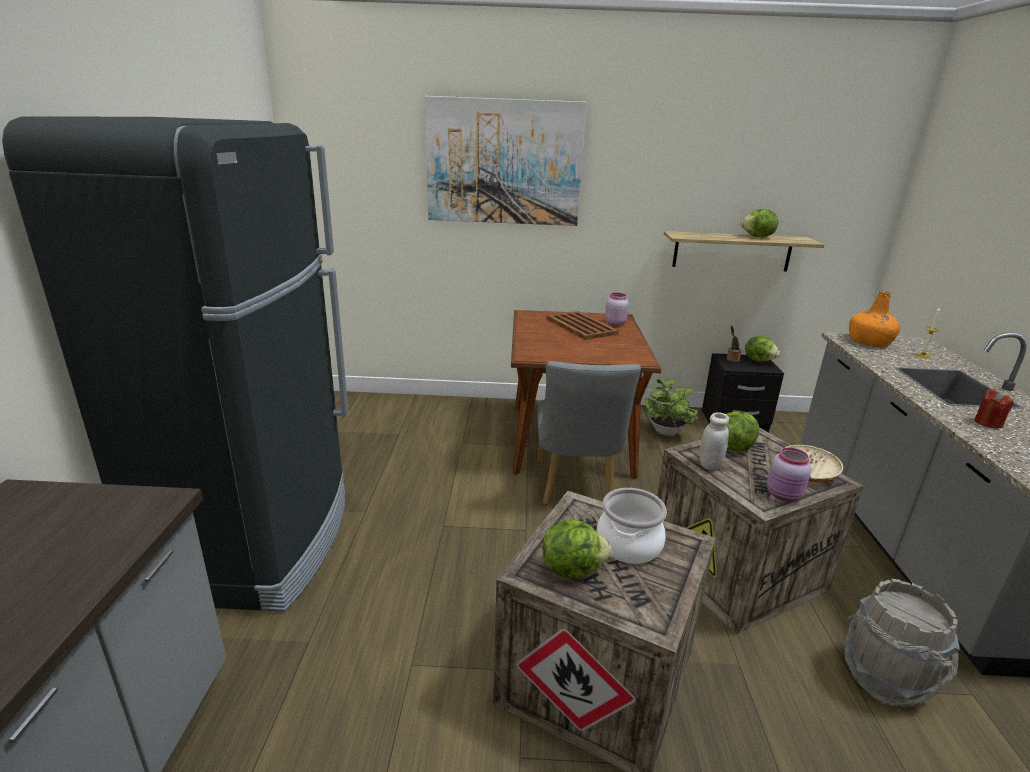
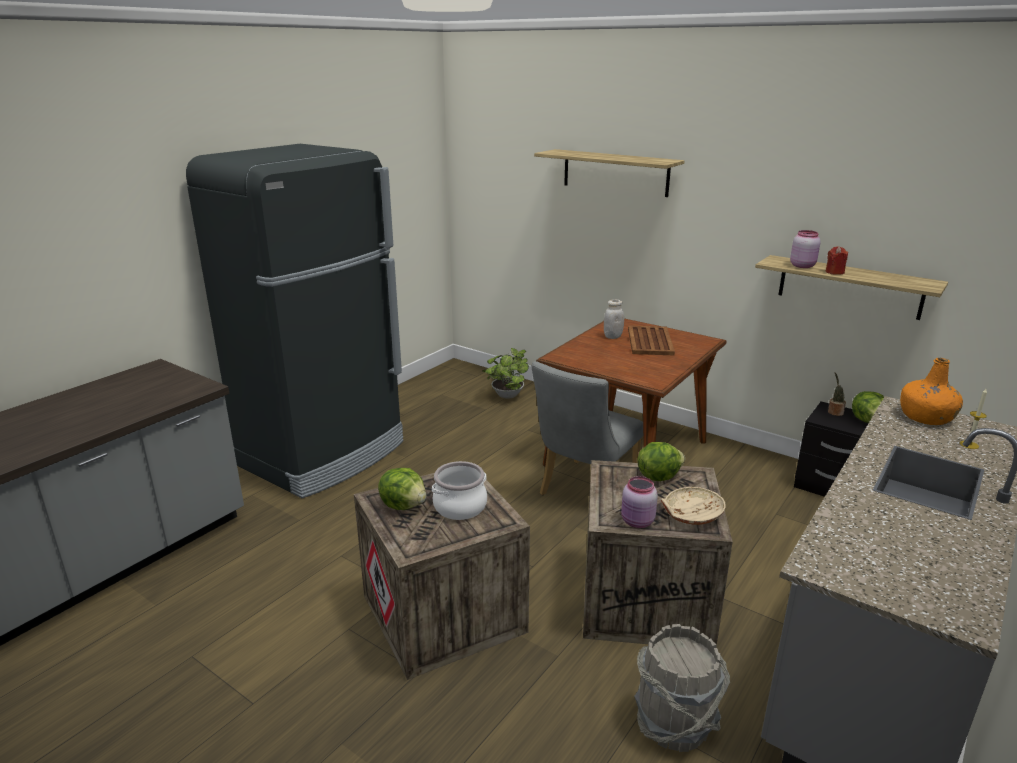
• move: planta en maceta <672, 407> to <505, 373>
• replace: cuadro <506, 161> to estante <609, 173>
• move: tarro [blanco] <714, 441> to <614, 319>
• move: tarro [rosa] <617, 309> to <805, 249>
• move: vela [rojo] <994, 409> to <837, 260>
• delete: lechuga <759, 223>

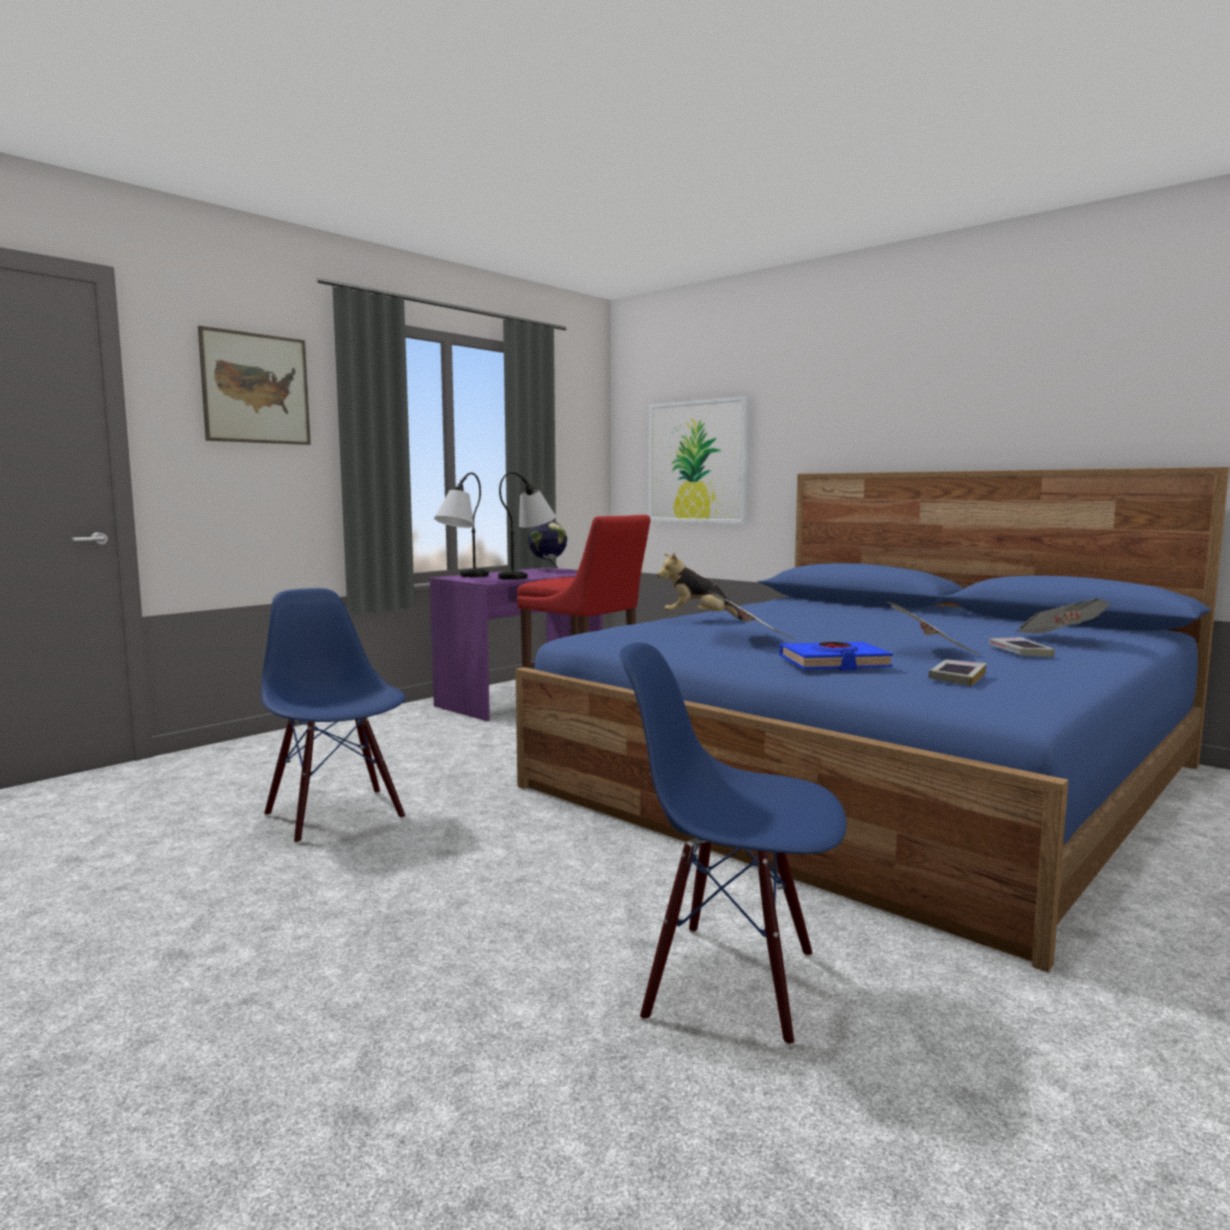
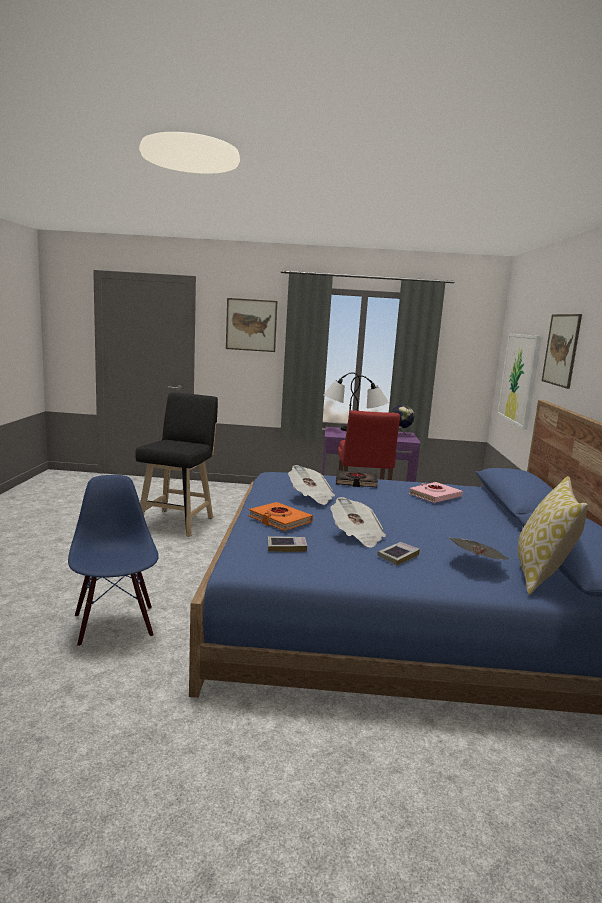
• replace: silla [azul] <333, 716> to taburete [negro] <176, 464>
• recolor: libro [azul] <836, 656> to libro [naranja] <281, 516>
• replace: peluche <700, 586> to libro [negro] <357, 478>
• insert: libro [rosa] <435, 492>
• insert: cojín <553, 535>
• insert: cuadro <562, 351>

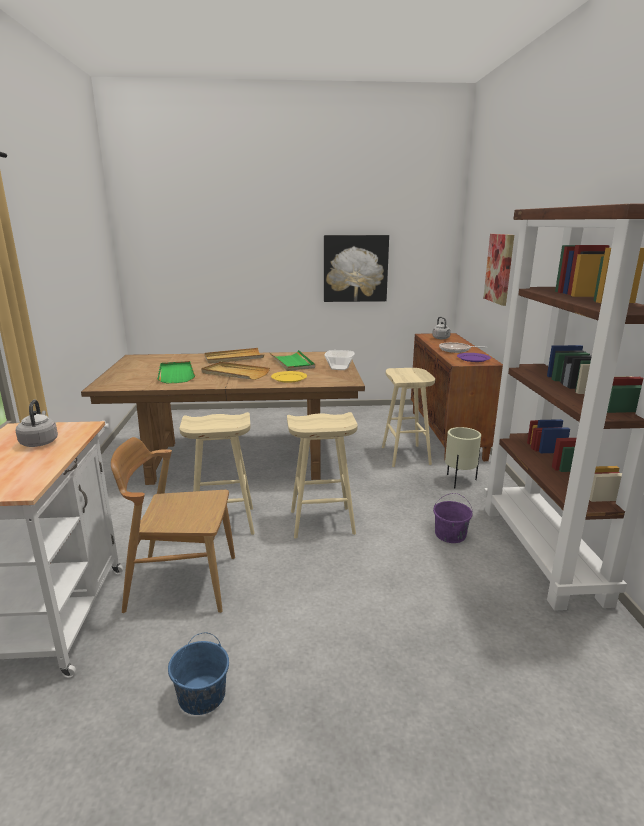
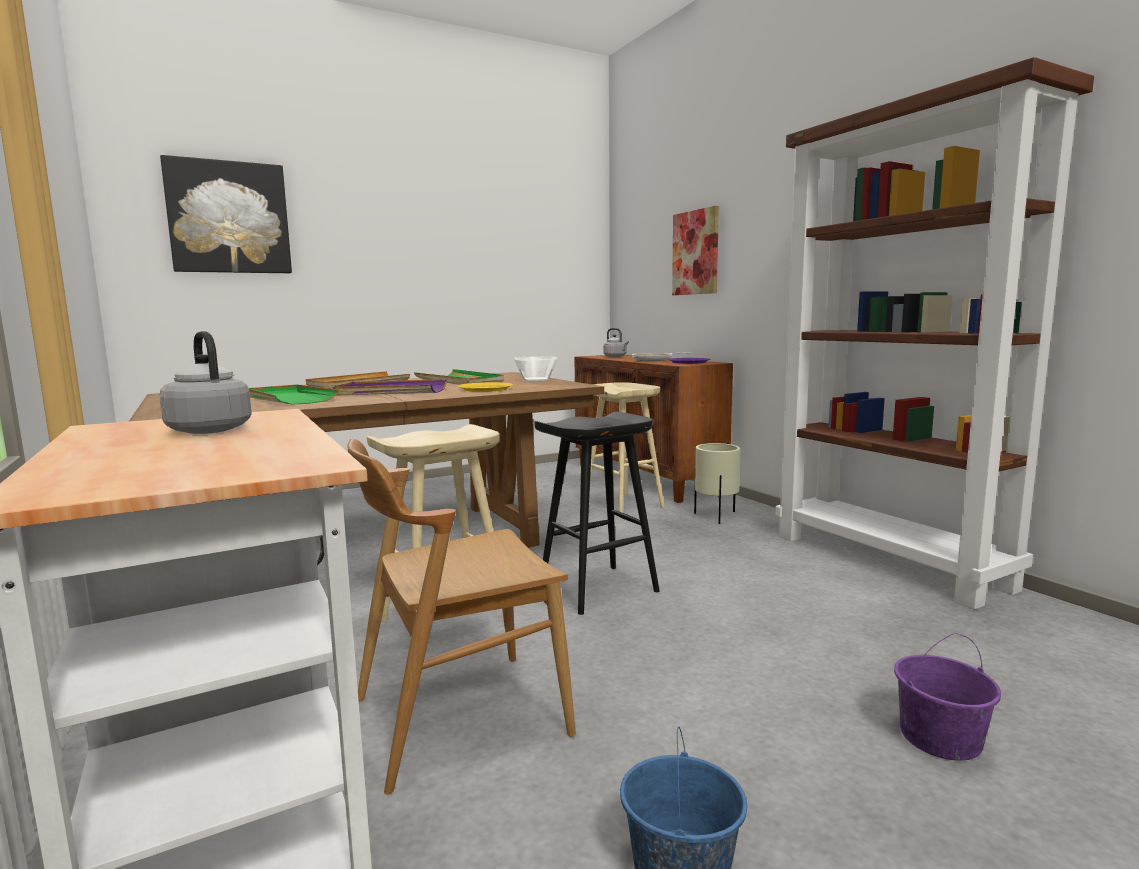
• move: cuadro <356, 268> to <226, 214>
• recolor: bandeja [beis] <235, 371> to bandeja [morado] <389, 387>
• recolor: taburete [beis] <322, 475> to taburete [negro] <596, 513>
• move: cubo [morado] <452, 518> to <947, 697>

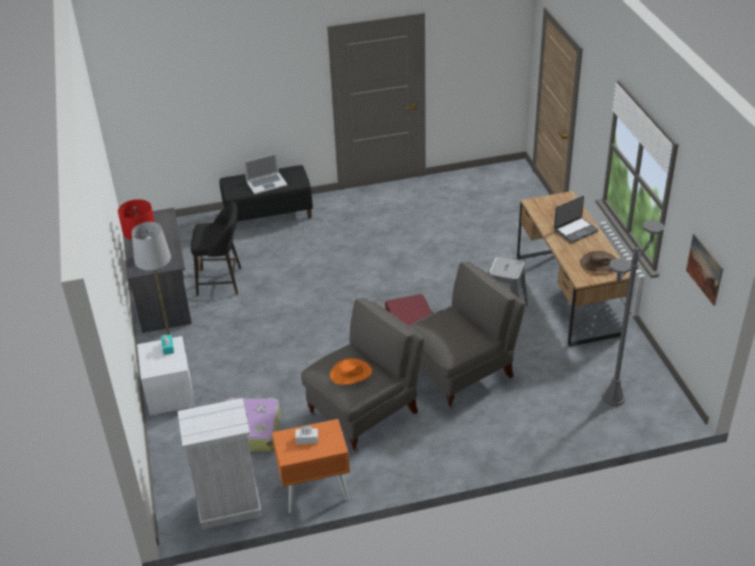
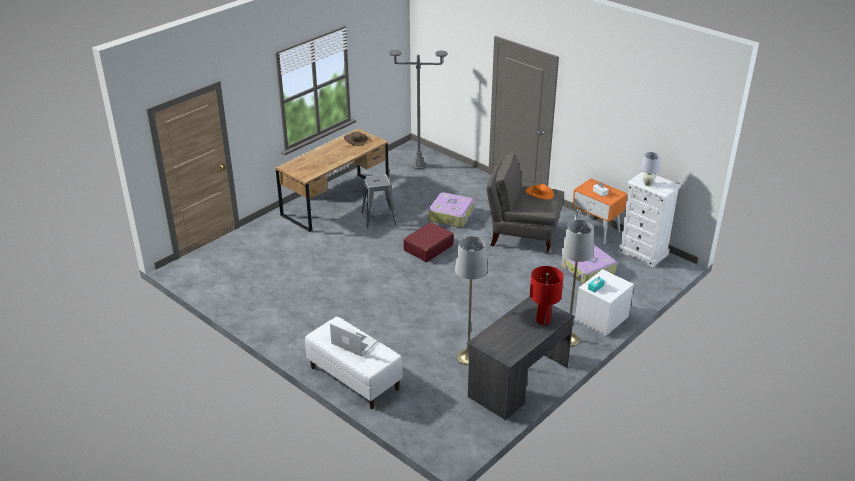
• recolor: banco [negro] <266, 193> to banco [blanco] <354, 362>
• replace: sillón [gris] <467, 335> to maleta <451, 209>
• replace: taburete [negro] <216, 249> to lámpara de pie [gris] <471, 300>
• insert: lámpara de mesa [blanco] <650, 169>
• delete: portátil <576, 219>
• delete: cuadro <704, 270>

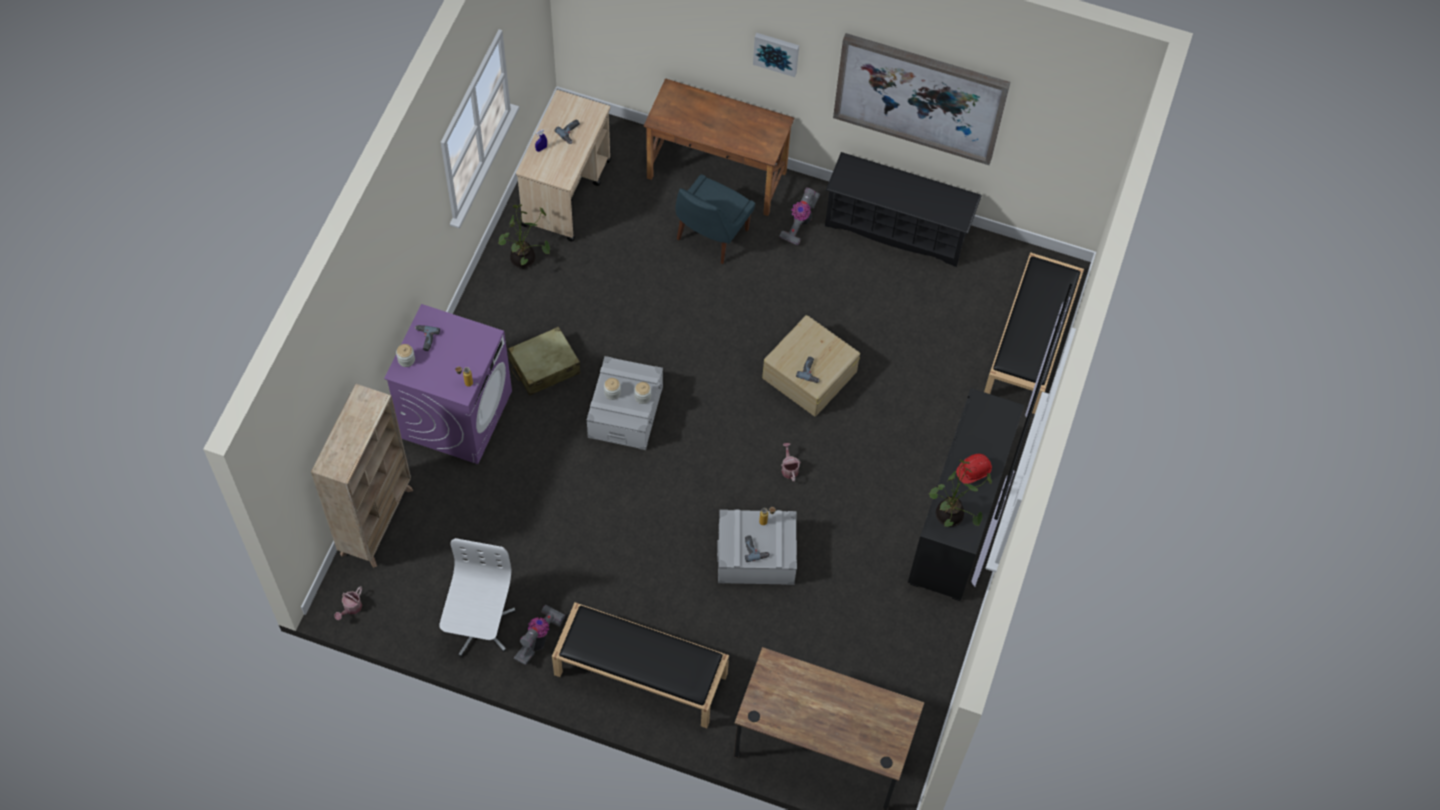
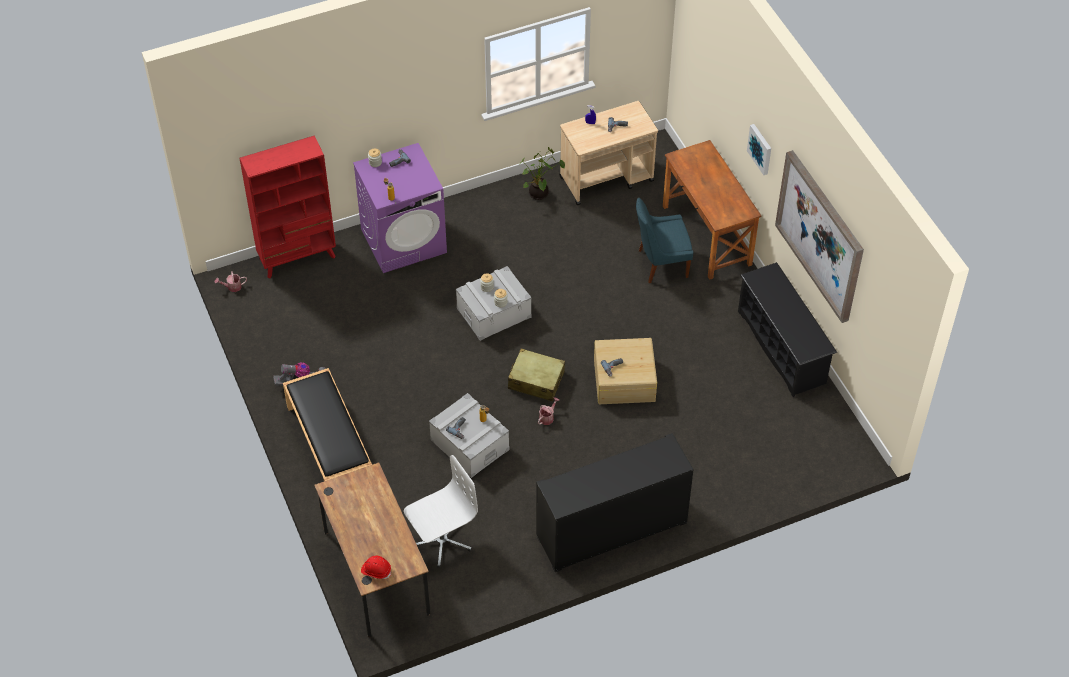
• recolor: estantería [beis] <362, 475> to estantería [rojo] <288, 207>
• move: casco [rojo] <974, 469> to <376, 567>
• move: silla de oficina [blanco] <477, 597> to <441, 511>
• move: maleta [beis] <544, 360> to <536, 374>
• delete: aspiradora <799, 216>
• delete: planta en maceta <960, 493>
• delete: banco [negro] <1034, 333>

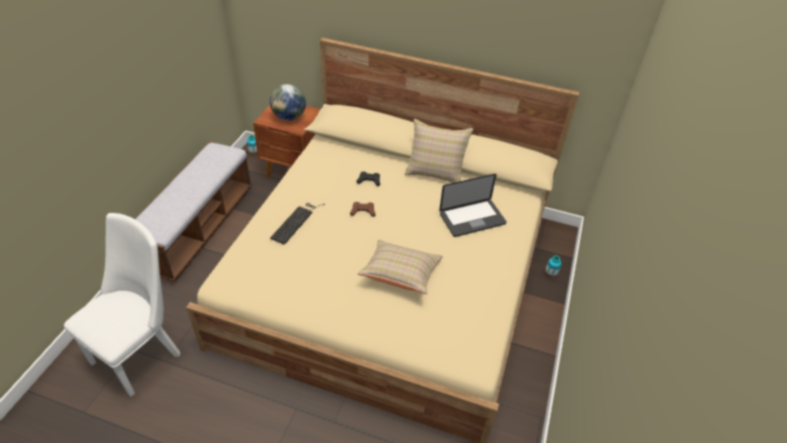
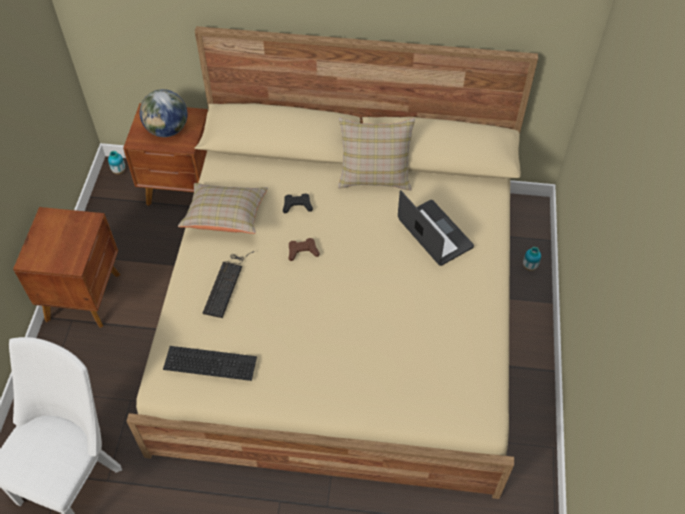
• replace: banco <193, 211> to mesita de noche [marrón] <66, 267>
• insert: teclado <210, 363>
• move: cojín [beis] <400, 267> to <223, 208>
• rotate: portátil <473, 205> = <436, 228> 90 degrees counterclockwise

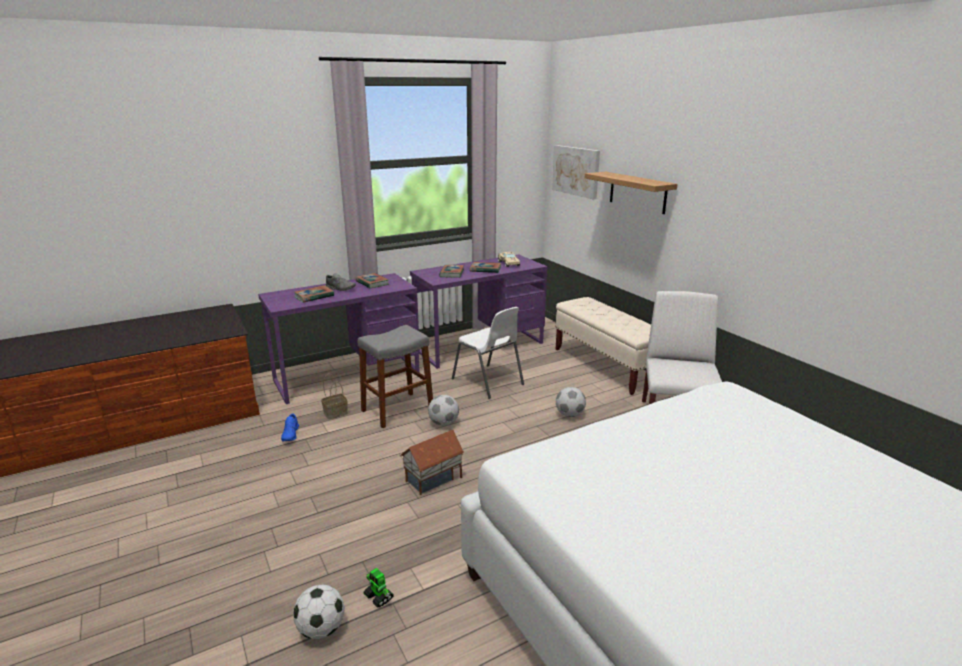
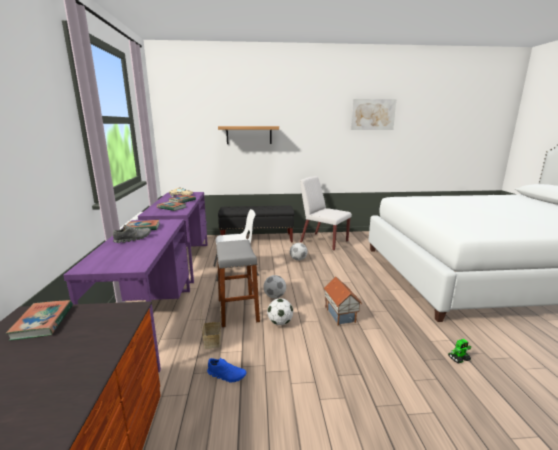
• move: libro <314, 294> to <39, 320>
• recolor: banco [beis] <603, 346> to banco [negro] <256, 223>
• move: balón de fútbol <319, 612> to <280, 311>
• move: cuadro <576, 172> to <373, 114>

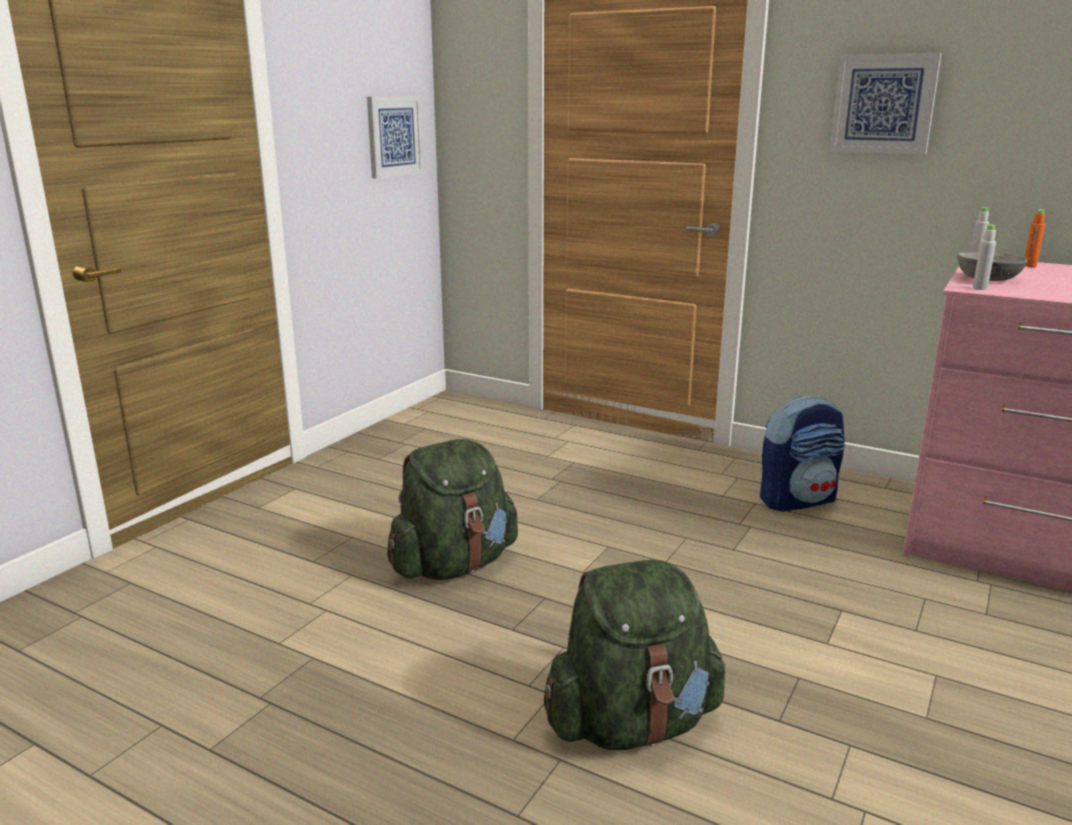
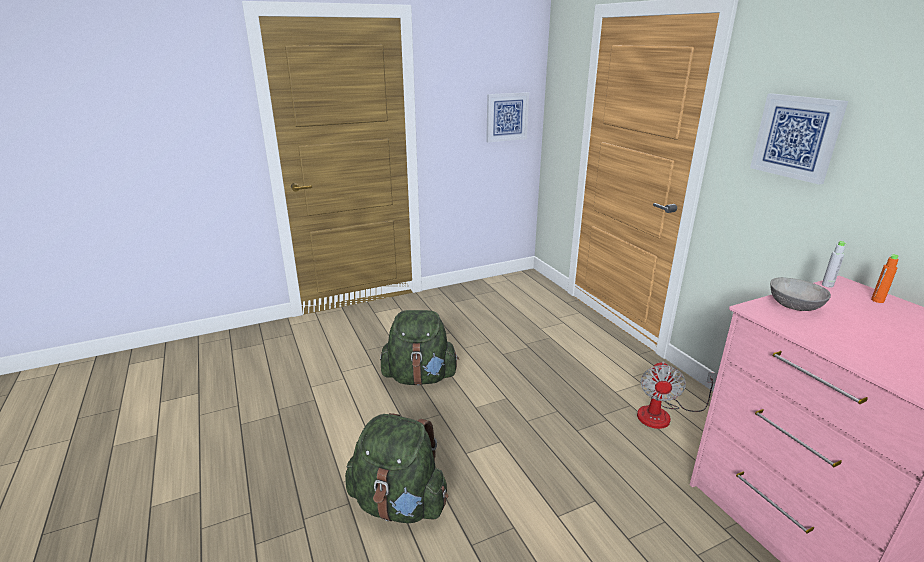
• replace: mochila <802, 454> to ventilador <677, 395>
• delete: botella [gris] <984, 257>

